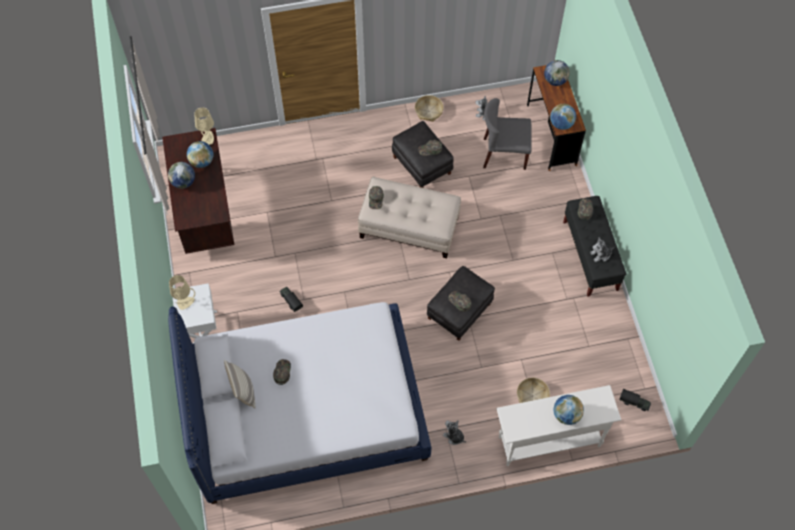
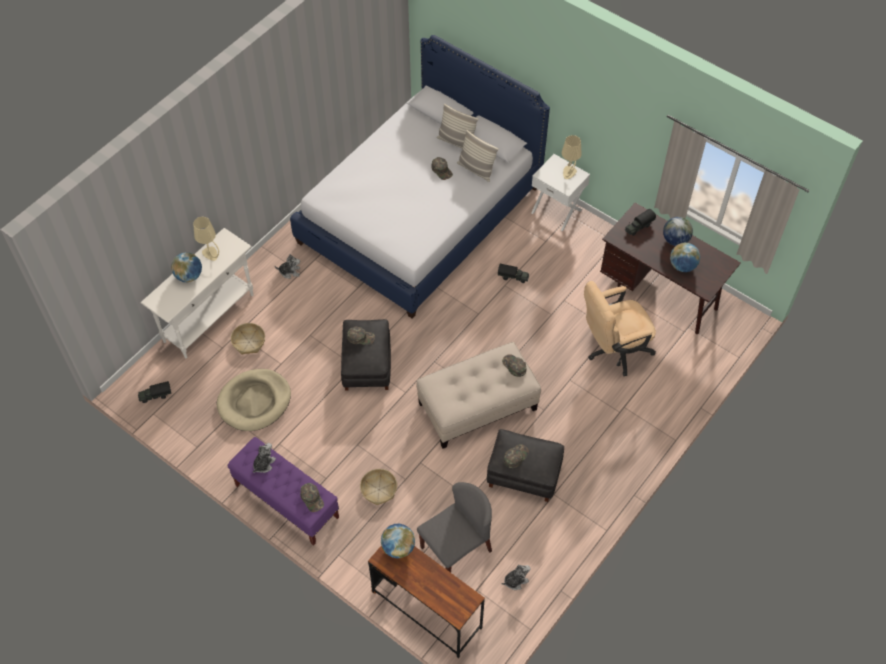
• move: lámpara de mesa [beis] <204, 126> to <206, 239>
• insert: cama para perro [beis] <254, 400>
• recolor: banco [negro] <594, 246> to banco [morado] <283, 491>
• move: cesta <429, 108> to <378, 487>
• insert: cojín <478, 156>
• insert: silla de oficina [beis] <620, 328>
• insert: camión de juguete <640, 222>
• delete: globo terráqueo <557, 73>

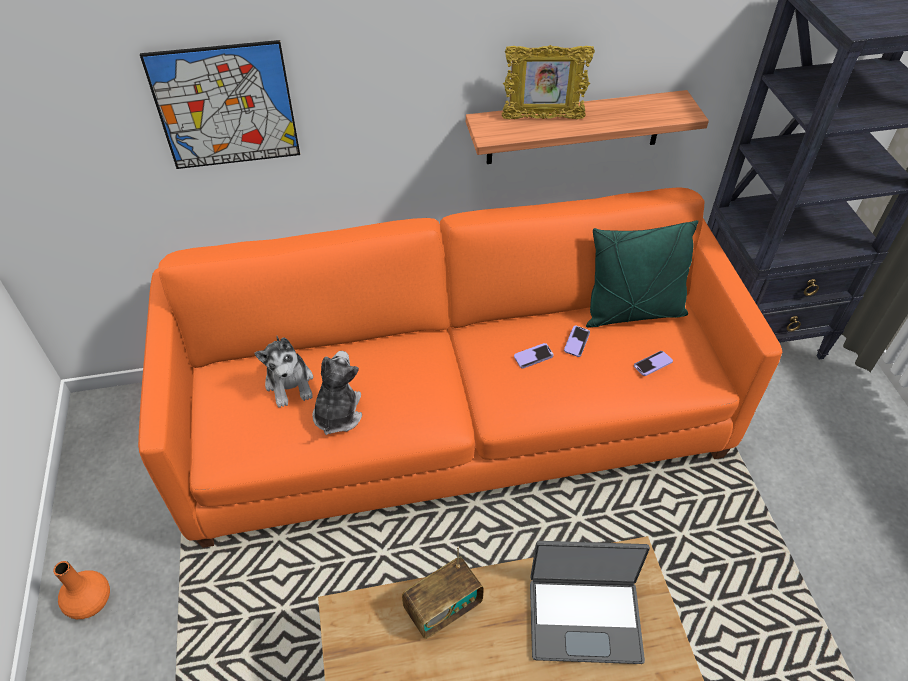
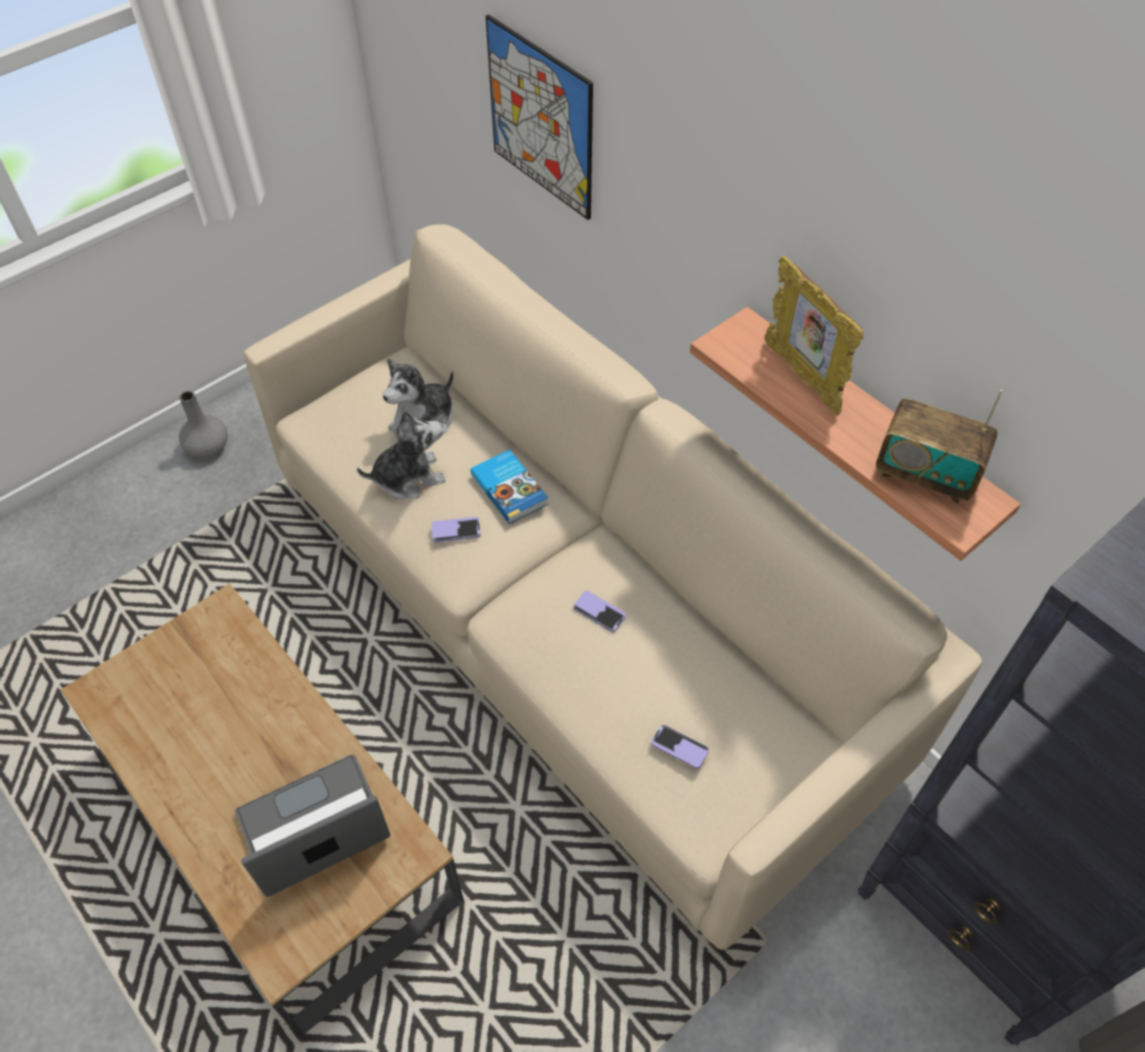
• recolor: florero [naranja] <81, 590> to florero [gris] <203, 424>
• rotate: portátil <590, 602> = <312, 825> 90 degrees clockwise
• recolor: sofá [naranja] <460, 367> to sofá [beis] <613, 588>
• move: móvil <577, 341> to <456, 529>
• insert: libro <509, 486>
• move: radio <443, 593> to <939, 447>
• delete: cojín [verde] <642, 274>

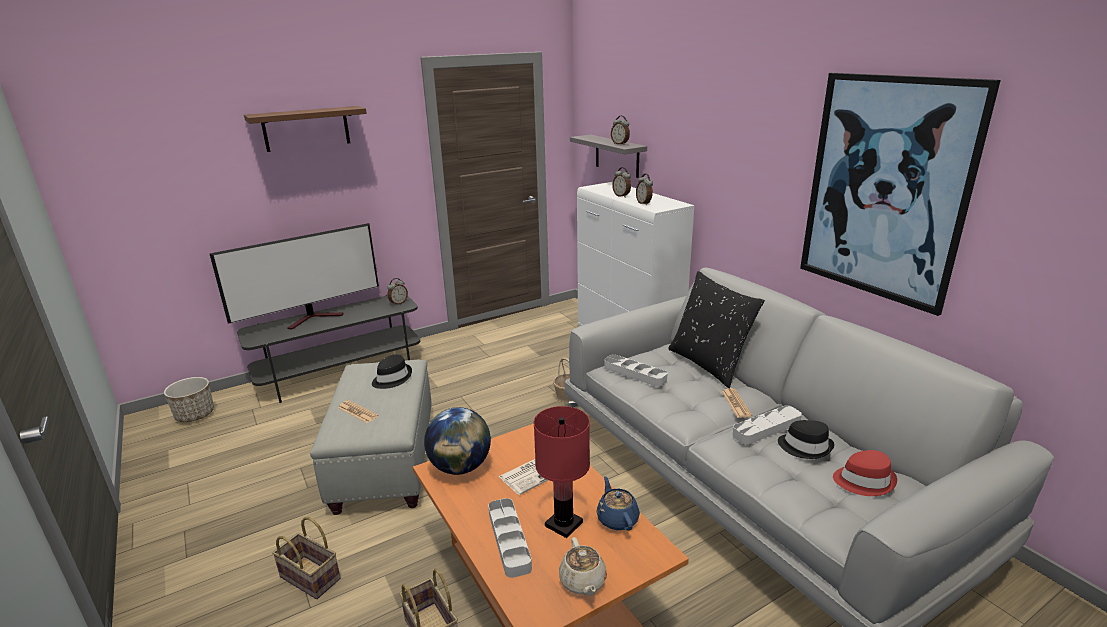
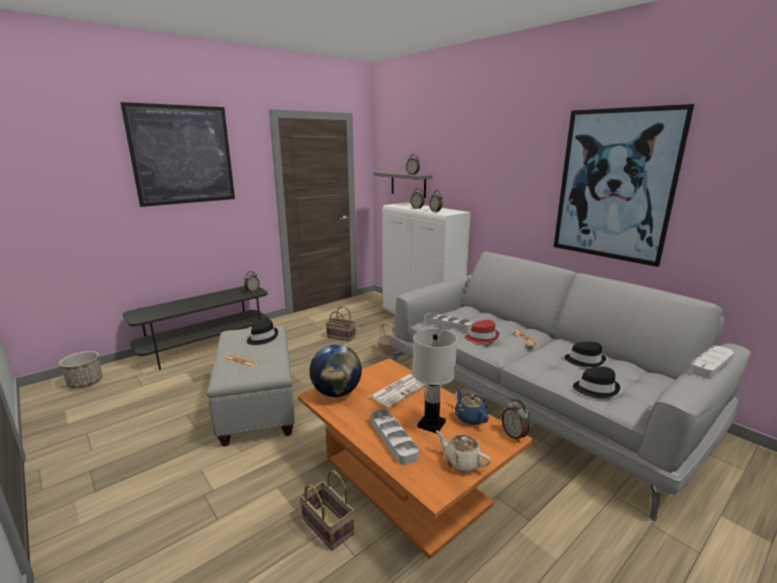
• replace: estante [marrón] <305, 129> to cuadro <177, 154>
• move: cesta <306, 558> to <341, 323>
• recolor: lámpara de mesa [rojo] <562, 472> to lámpara de mesa [blanco] <435, 381>
• rotate: tetera [beis] <583, 566> = <463, 451> 150 degrees clockwise
• move: sombrero [rojo] <865, 473> to <482, 332>
• insert: despertador <516, 420>
• insert: sombrero [negro] <596, 382>
• move: bandeja [gris] <767, 425> to <712, 362>
• delete: televisor <294, 276>
• delete: cojín [negro] <716, 329>

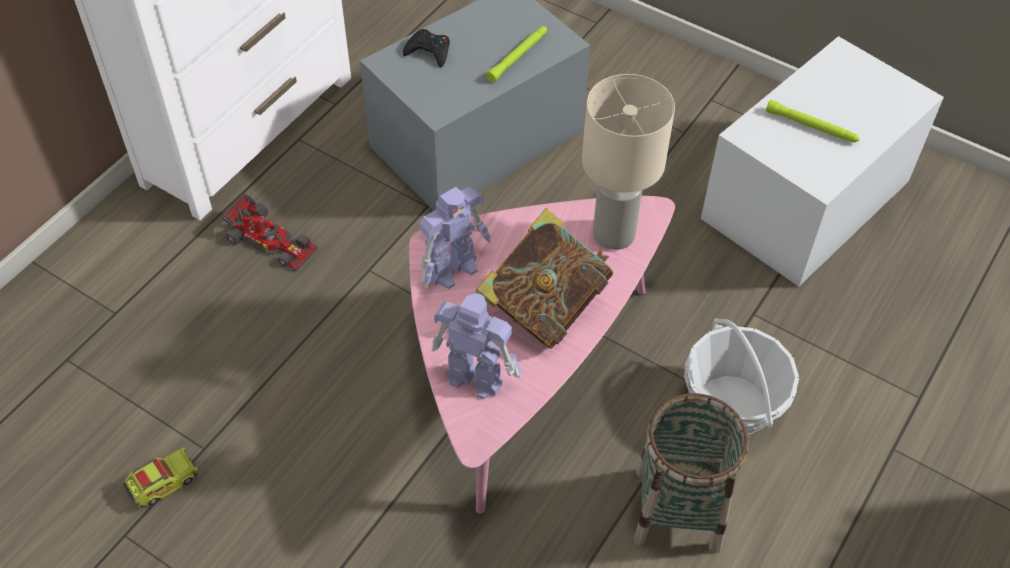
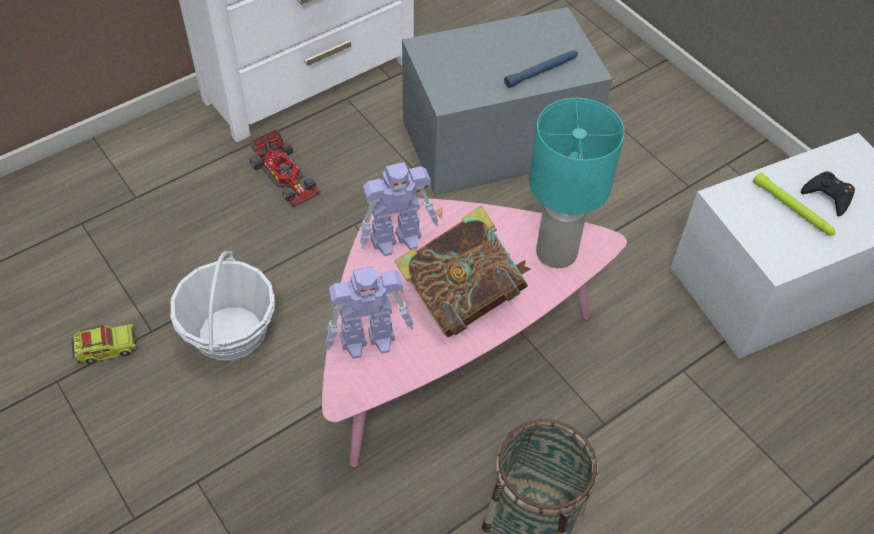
• move: cesta <741, 376> to <222, 306>
• rotate: robot de juguete <476, 346> = <369, 312> 120 degrees clockwise
• recolor: linterna [verde] <516, 54> to linterna [azul] <541, 69>
• recolor: lámpara de mesa [beis] <628, 162> to lámpara de mesa [turquesa] <577, 183>
• move: mando de consola [negro] <426, 48> to <828, 193>

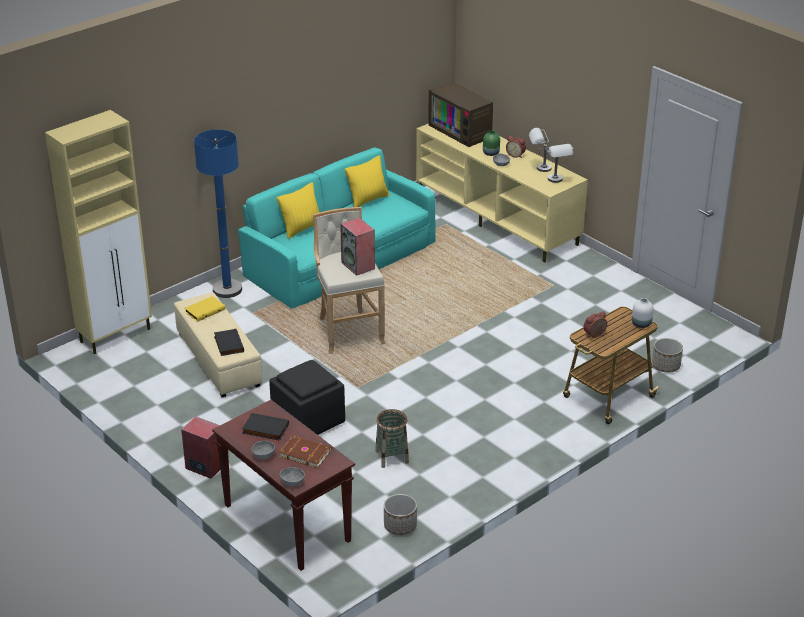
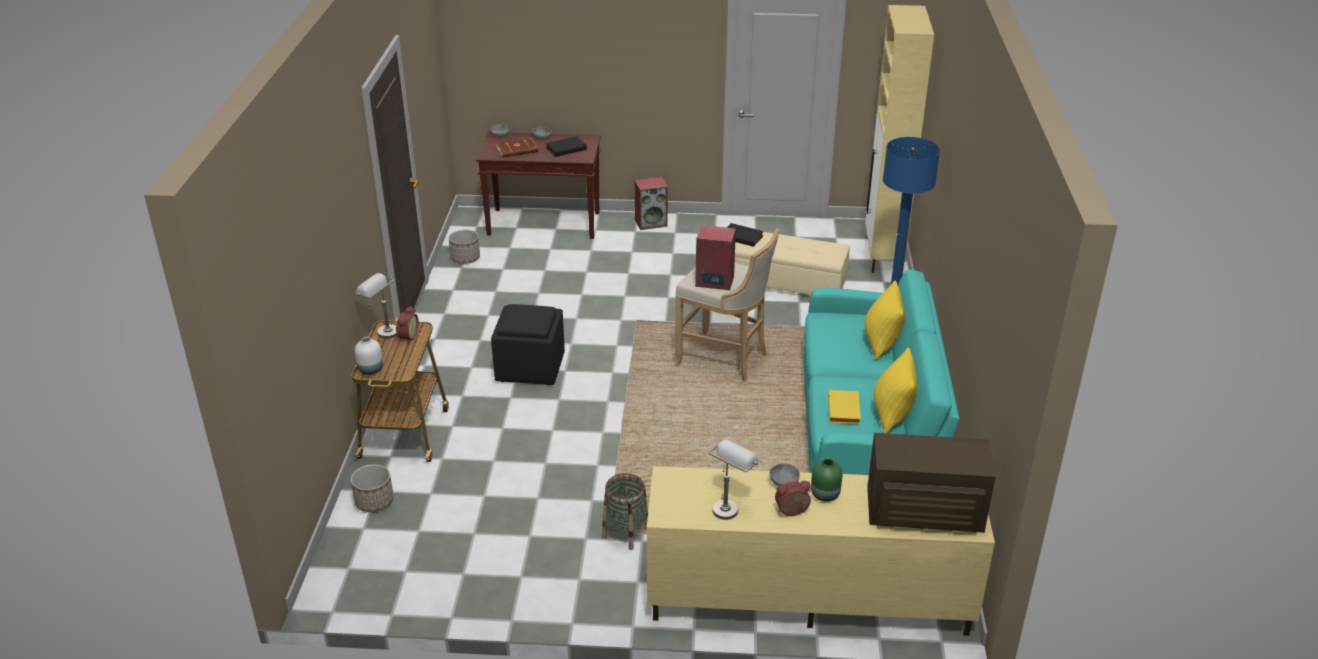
• move: lámpara de mesa [gris] <559, 163> to <376, 306>
• move: puf [negro] <307, 397> to <528, 344>
• move: cesta <392, 438> to <625, 511>
• move: libro [amarillo] <205, 309> to <844, 407>

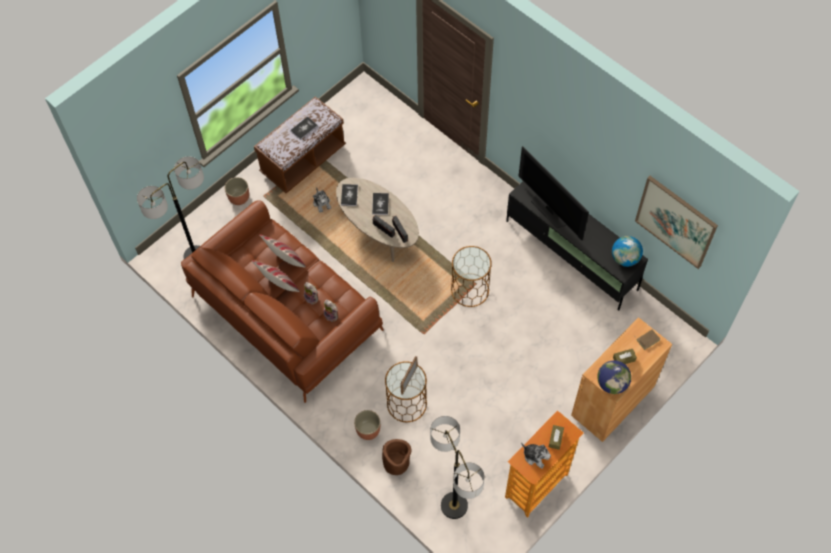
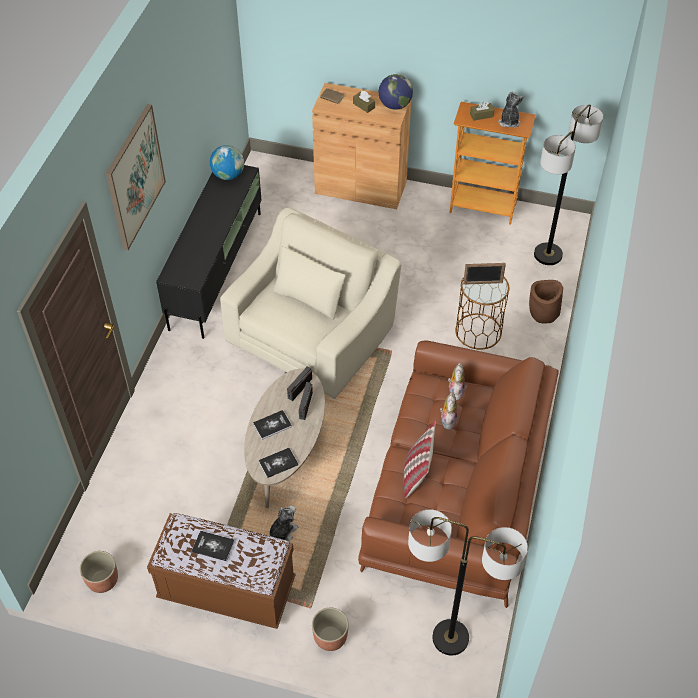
• move: maceta <367, 425> to <99, 572>
• move: cuadro <676, 222> to <136, 177>
• replace: mesa auxiliar [marrón] <471, 276> to sillón [beis] <310, 303>
• delete: cojín <275, 276>
• delete: televisor <554, 193>

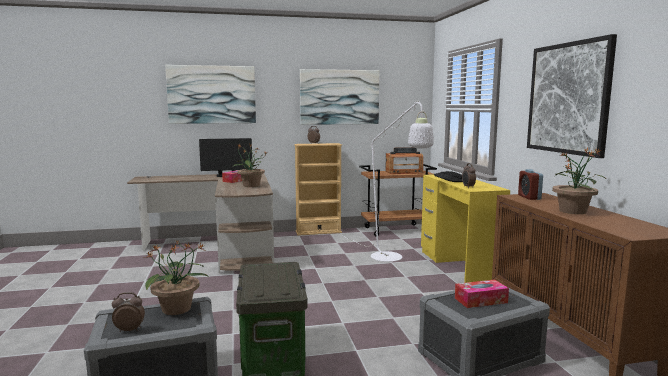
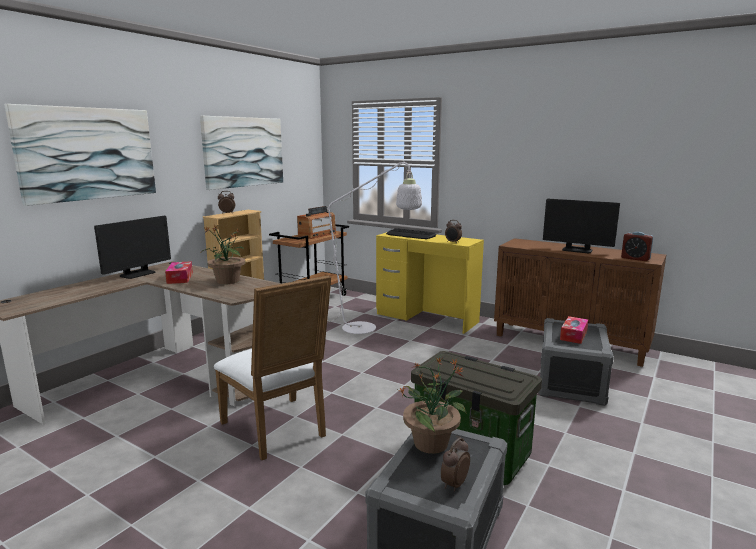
• insert: silla [blanco] <272, 367>
• replace: planta en maceta <579, 181> to monitor <581, 226>
• move: despertador <530, 184> to <637, 246>
• delete: cuadro <572, 96>

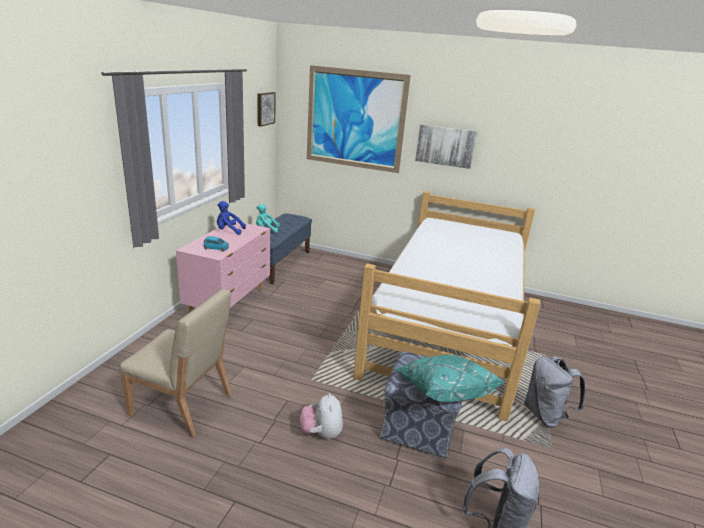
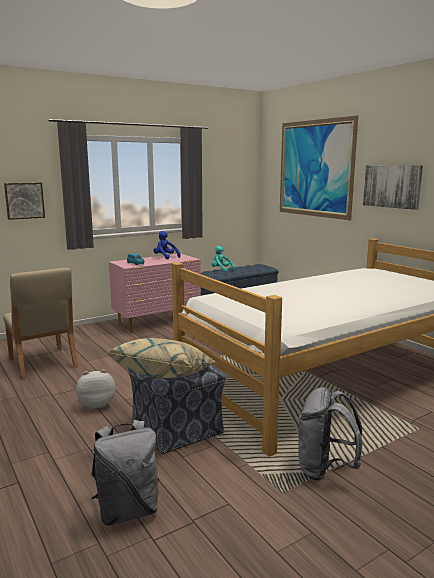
• move: cuadro <266, 109> to <24, 201>
• rotate: peluche <321, 416> = <96, 389> 45 degrees clockwise
• recolor: cojín [turquesa] <449, 378> to cojín [beis] <161, 358>

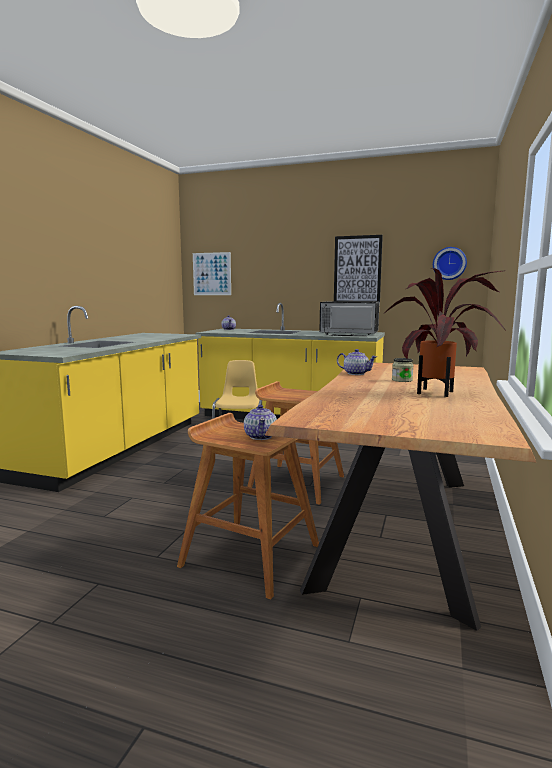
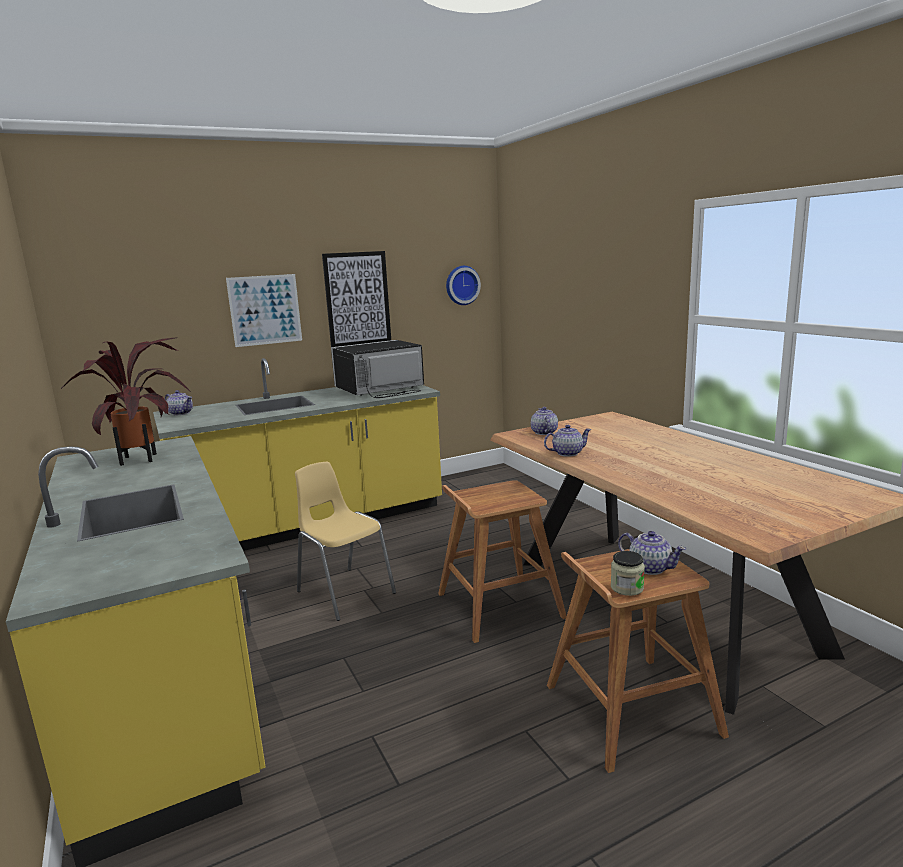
• move: planta en maceta <445, 332> to <125, 402>
• move: cuadro <212, 273> to <264, 310>
• insert: tetera <544, 421>
• move: tarro <403, 370> to <628, 573>

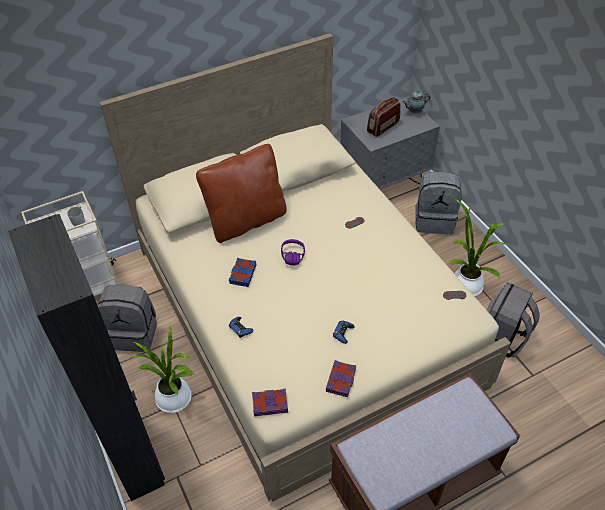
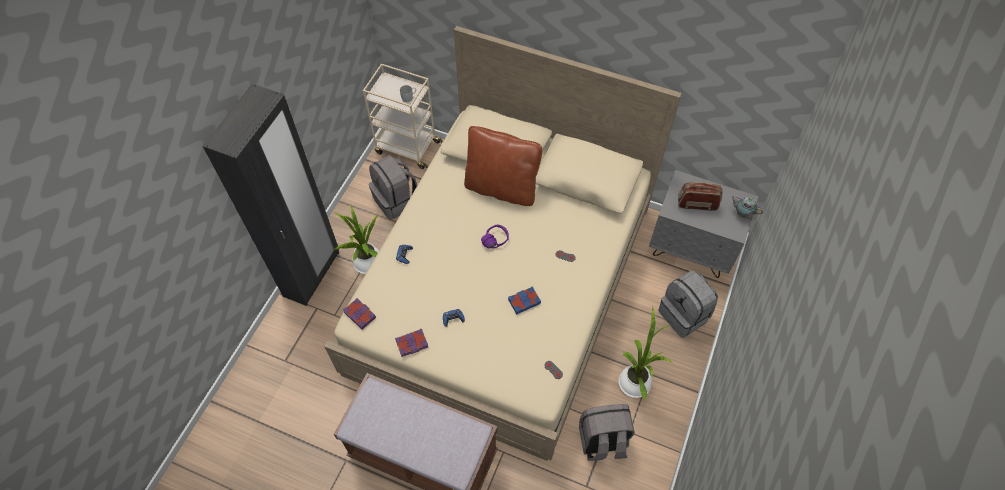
• move: libro [azul] <243, 272> to <524, 300>

